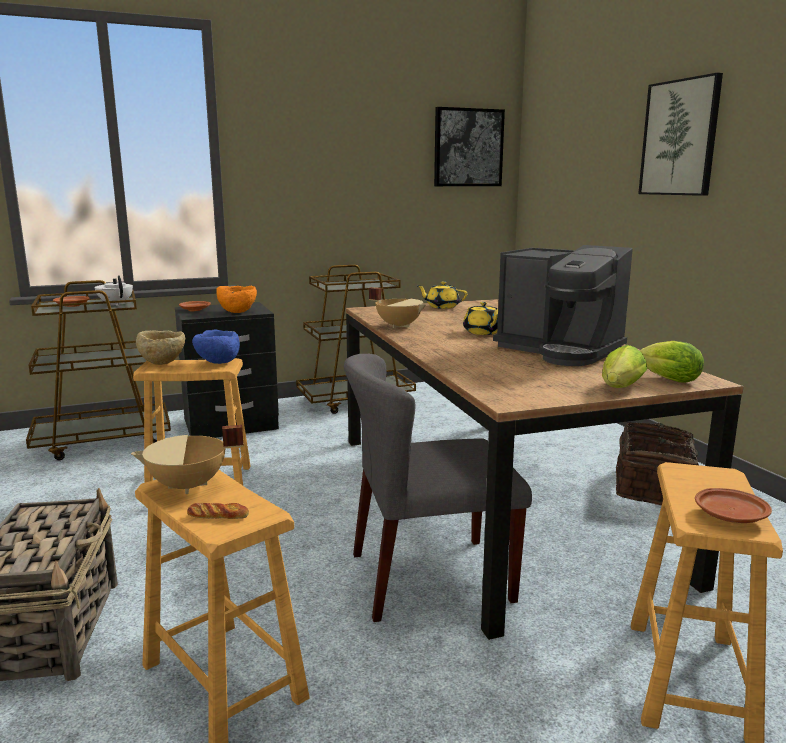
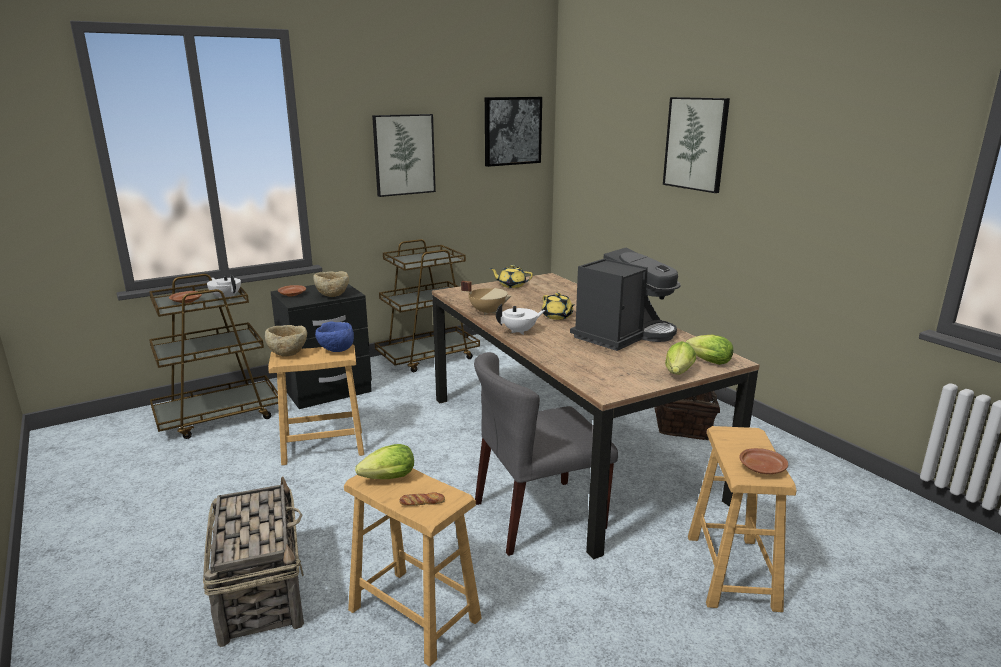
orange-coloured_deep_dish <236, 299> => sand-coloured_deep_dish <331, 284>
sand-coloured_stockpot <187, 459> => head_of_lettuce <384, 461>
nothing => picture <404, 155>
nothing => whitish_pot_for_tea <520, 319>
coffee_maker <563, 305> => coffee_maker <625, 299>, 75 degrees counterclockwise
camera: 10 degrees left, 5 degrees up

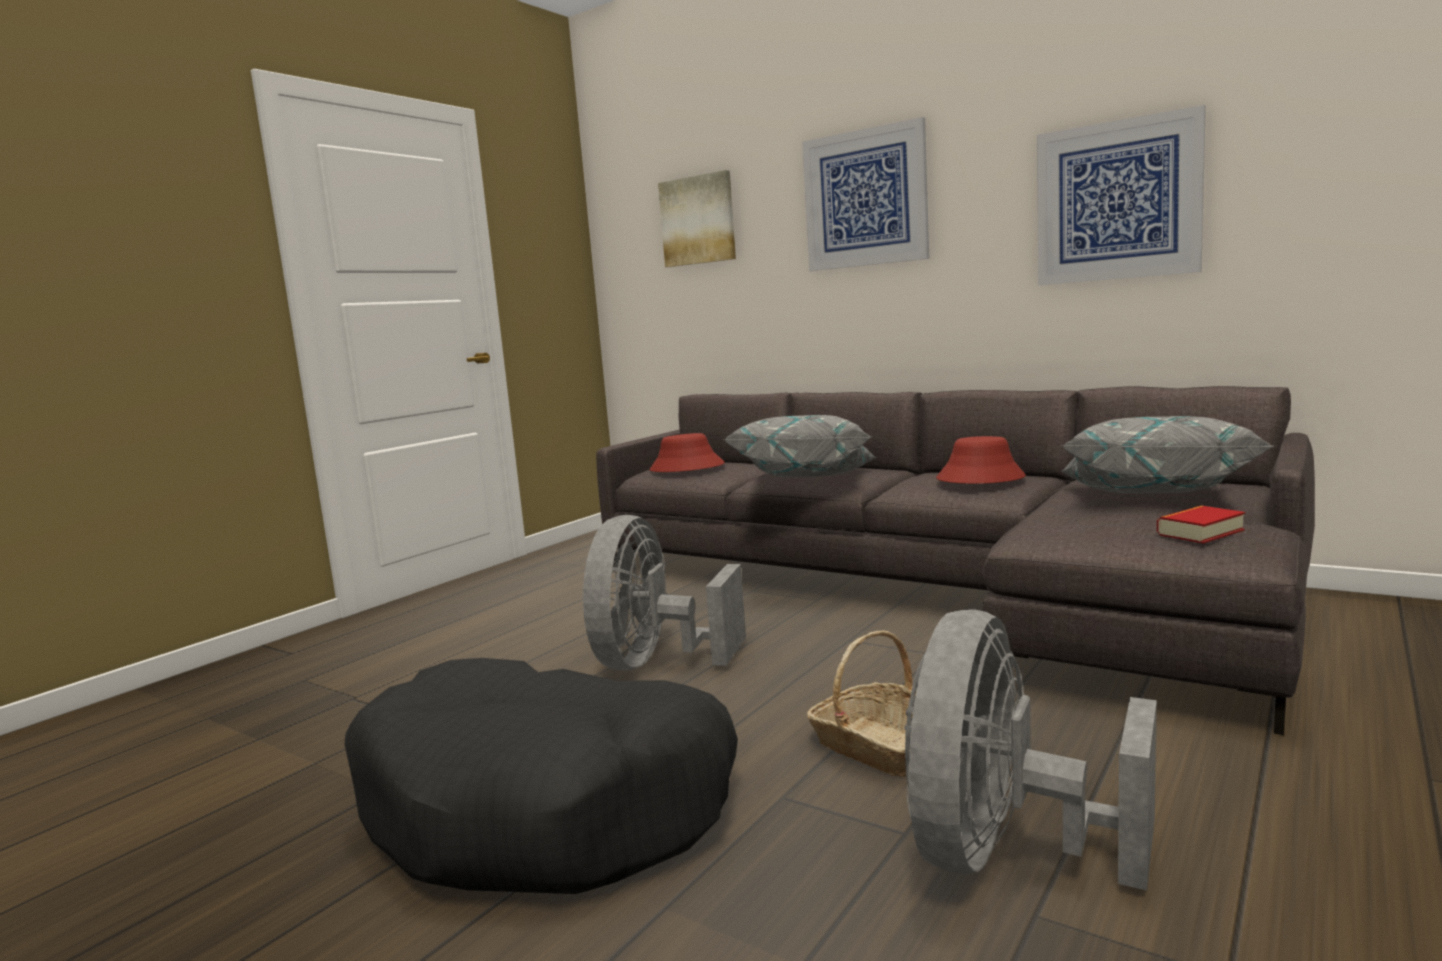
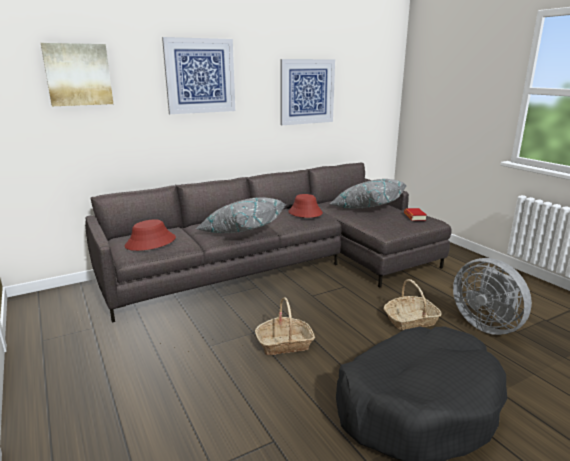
greyish_electric_fan <664, 593> => basket <285, 326>
camera: 65 degrees left, 10 degrees up

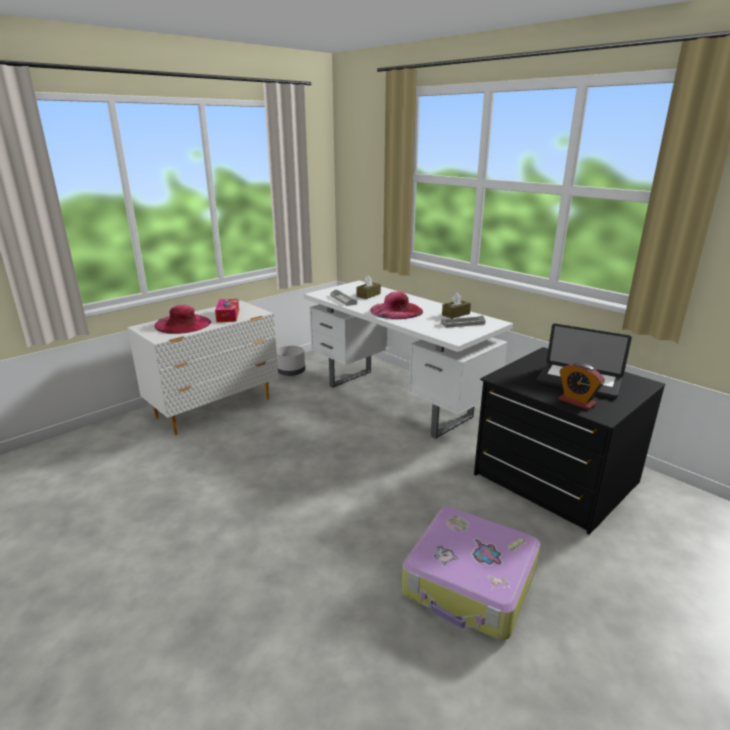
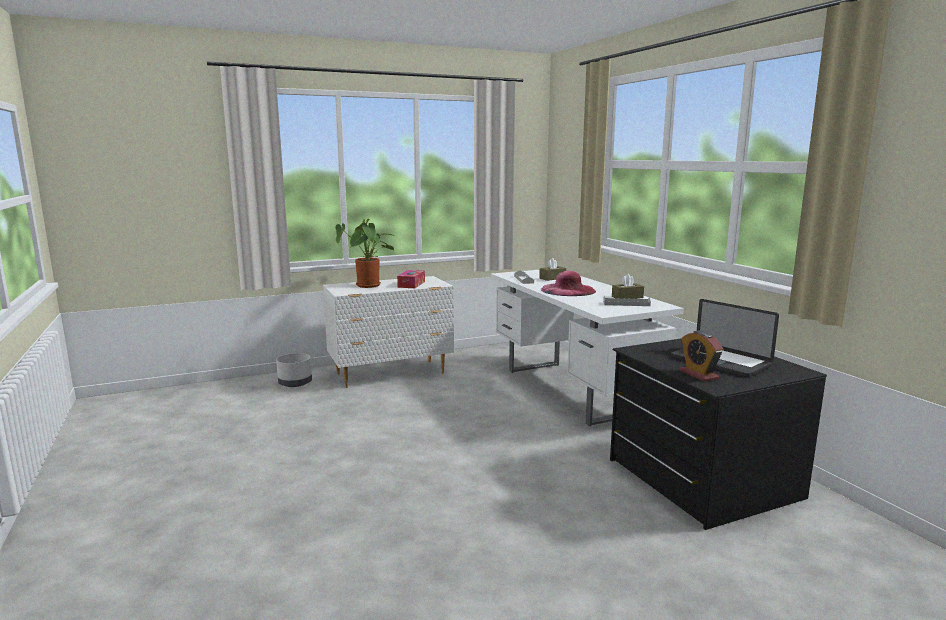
greyish_plant_pot <291, 361> => greyish_plant_pot <294, 370>, relocated
pink-coloured_hat <182, 319> => potted_plant <365, 253>
travel_case <471, 573> => nothing
camera: 20 degrees right, 10 degrees down

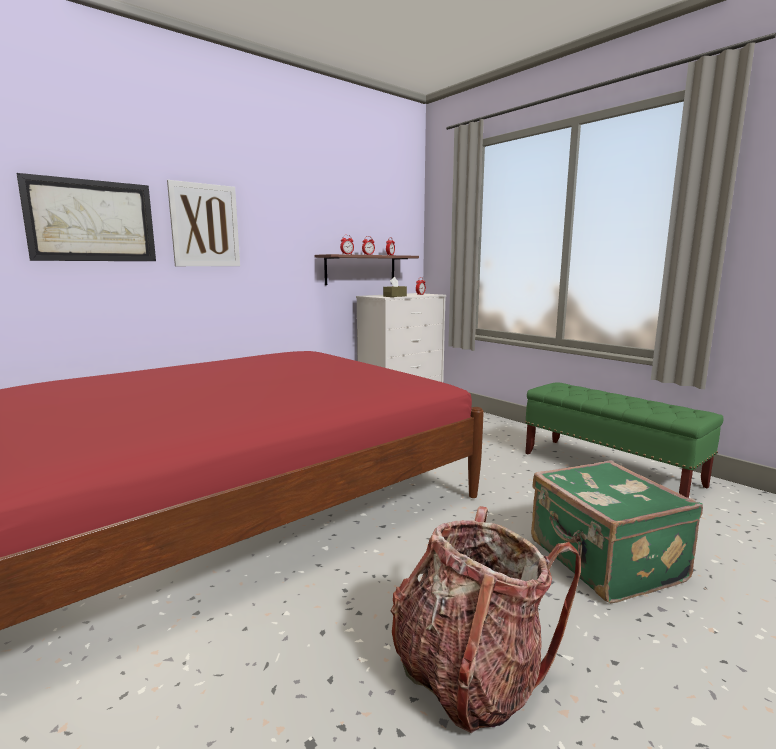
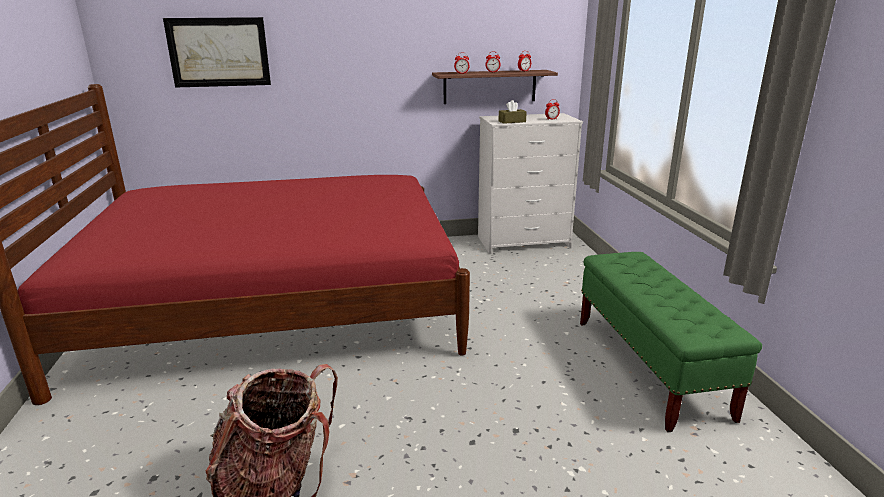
picture <203, 223> => nothing
green_travel_case <617, 531> => nothing
camera: 30 degrees right, 10 degrees up

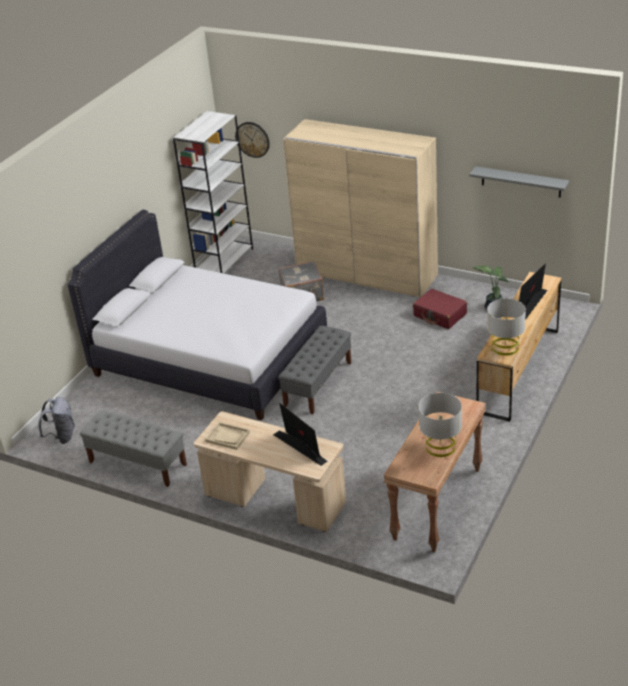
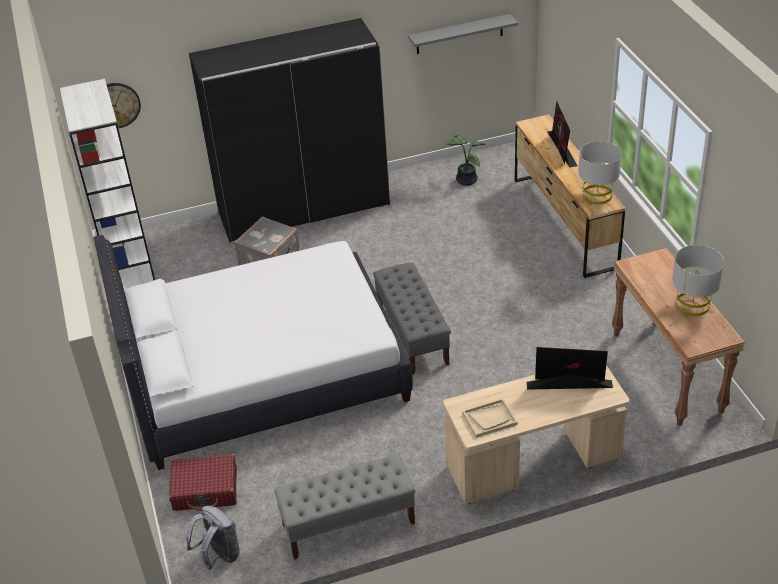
reddish_travel_case <440, 309> => reddish_travel_case <203, 482>, relocated
sand-coloured_wardrobe <360, 208> => black_wardrobe <289, 130>
camera: 45 degrees left, 5 degrees up

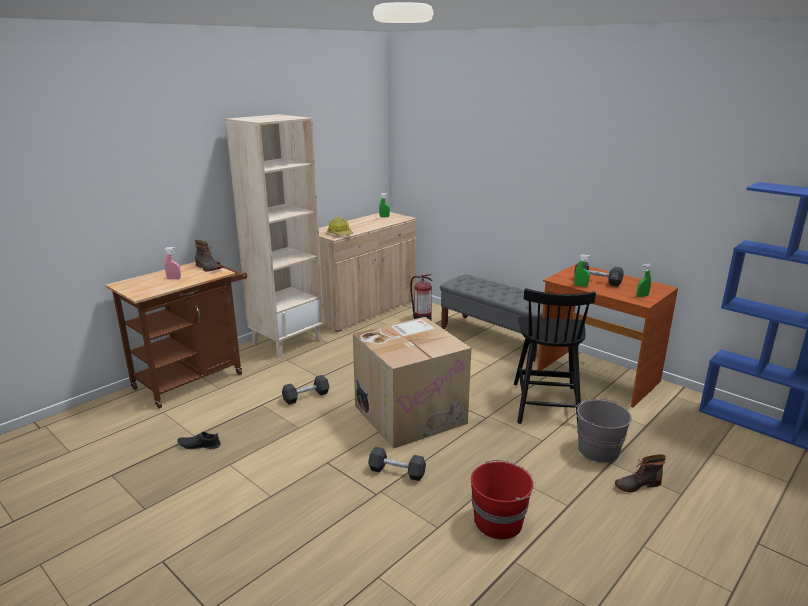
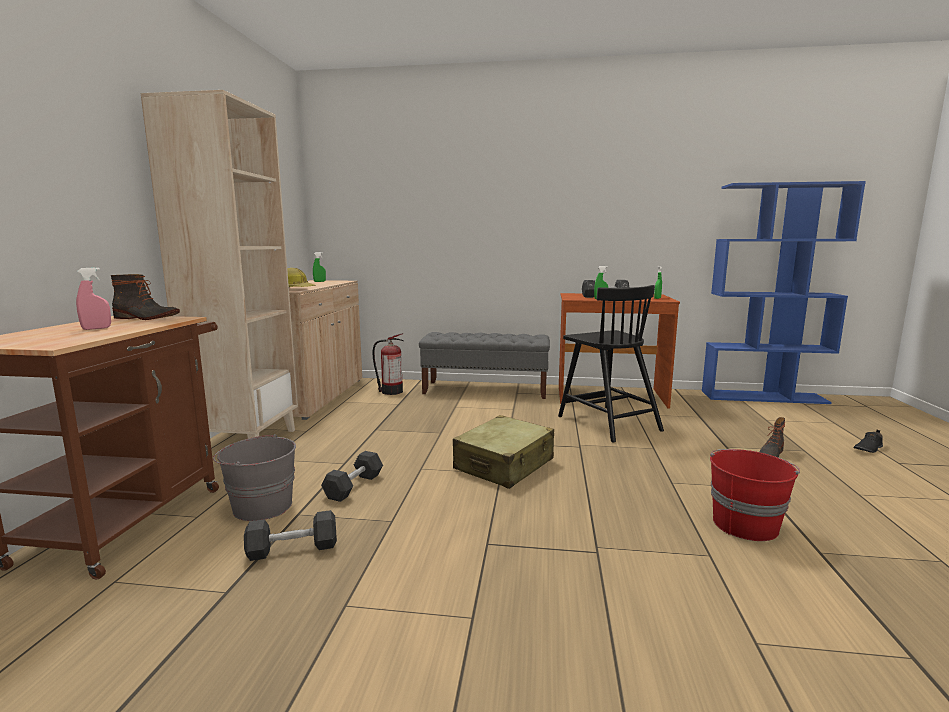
greyish_water_bucket <603, 431> => greyish_water_bucket <254, 477>, relocated
black_free_weight <397, 464> => black_free_weight <290, 535>, relocated
packing_box <412, 383> => sand-coloured_travel_case <503, 452>
black_low_shoe <199, 440> => black_low_shoe <868, 441>, relocated
camera: 35 degrees left, 10 degrees down

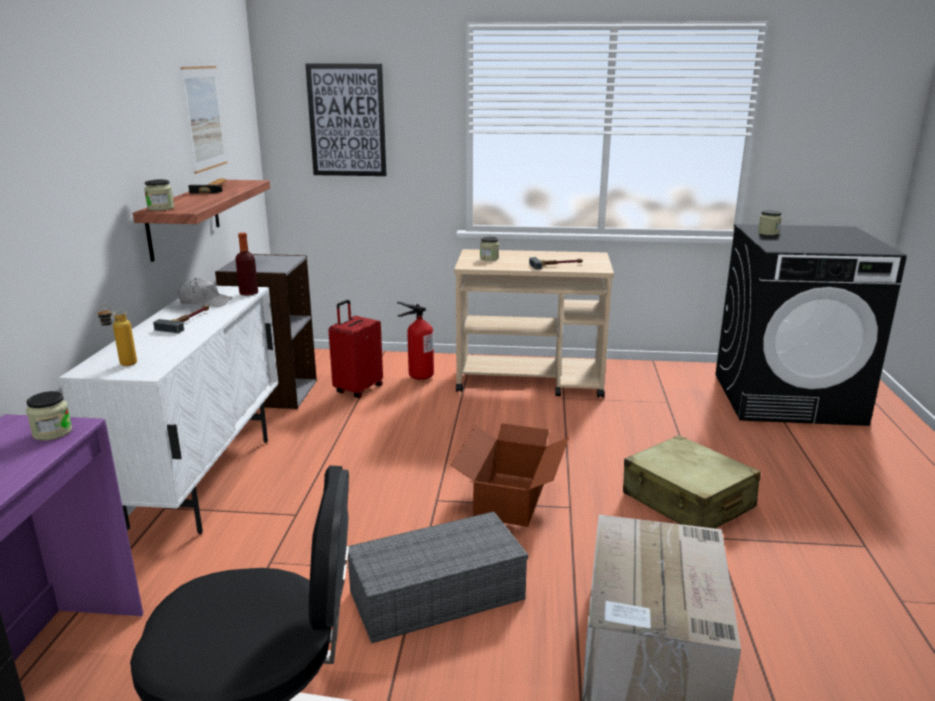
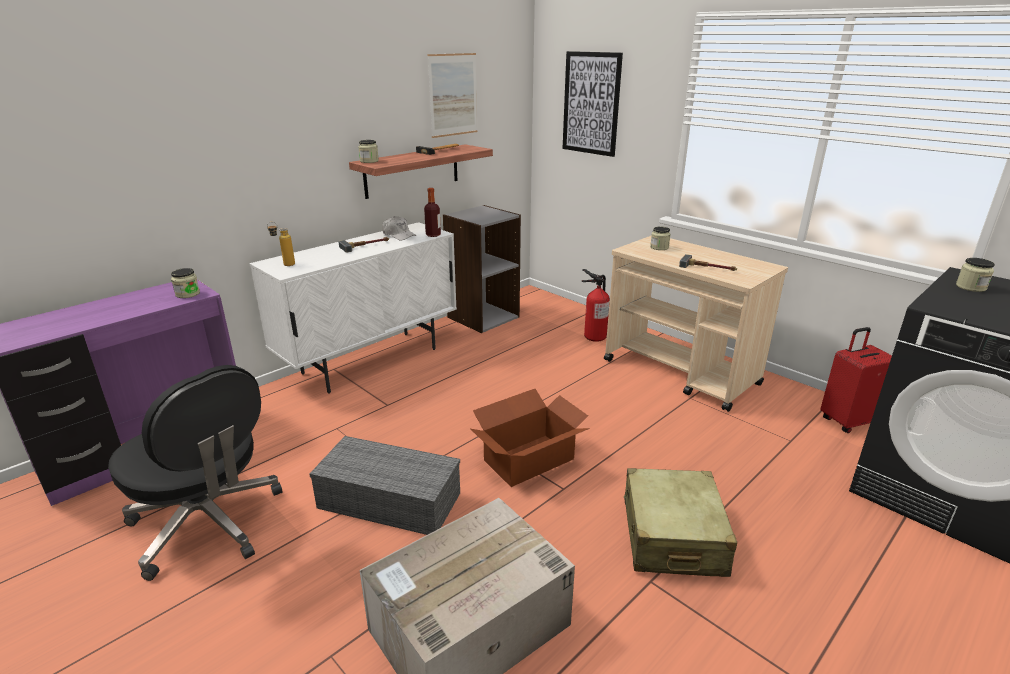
reddish_travel_case <355, 349> => reddish_travel_case <856, 380>, relocated
camera: 40 degrees right, 5 degrees up

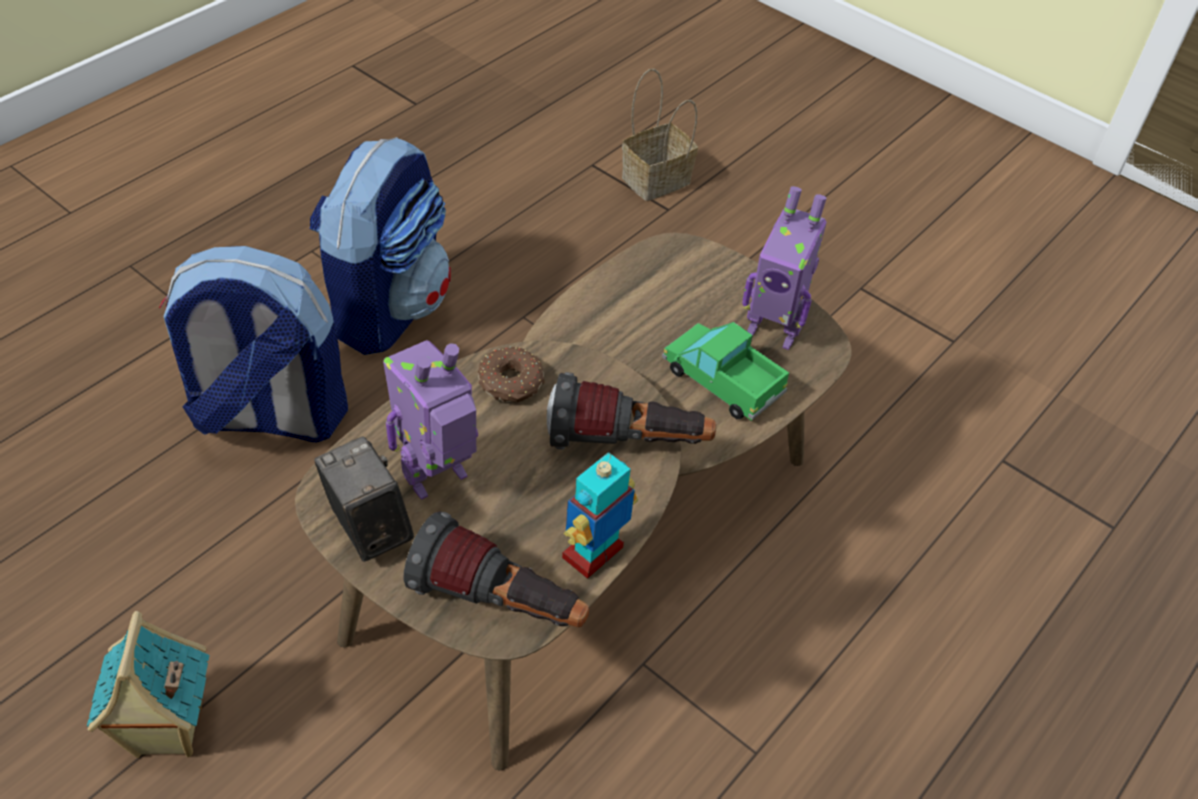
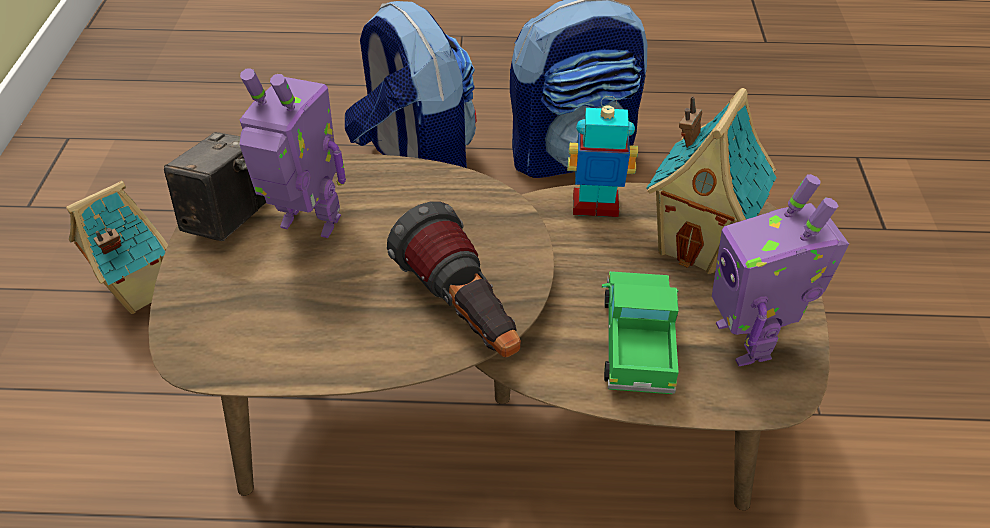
model_robot <600, 515> => model_robot <602, 156>, relocated
nothing => miniature_house <712, 181>
hand_torch <496, 569> => nothing
doughnut <511, 374> => nothing
basket <660, 135> => nothing
camera: 55 degrees right, 0 degrees up

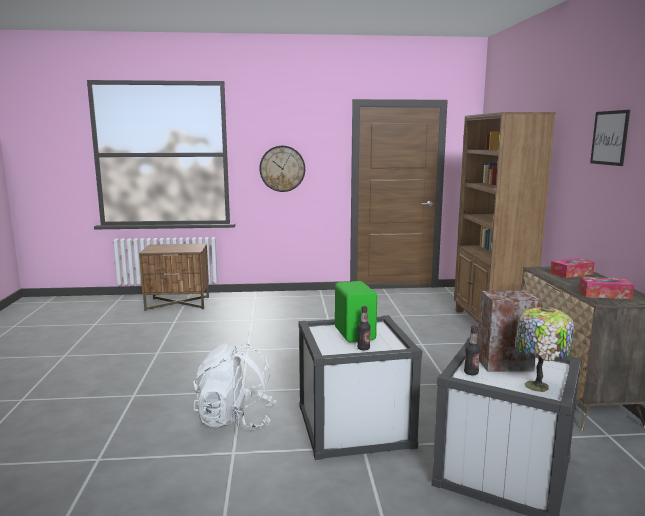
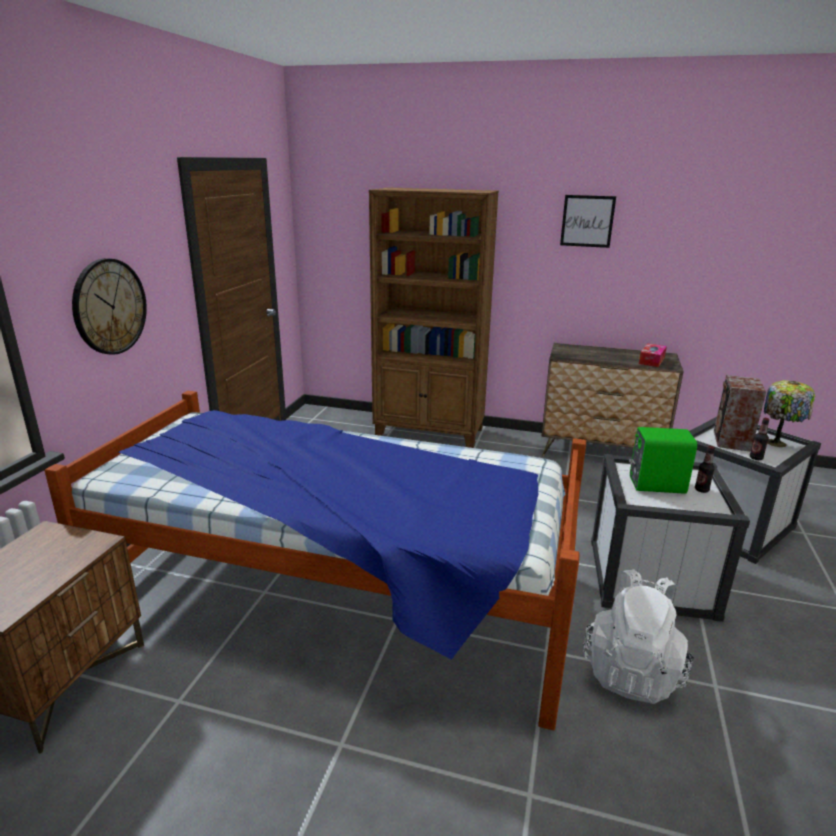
nothing => sleeping_bed <315, 560>
tissue_box <572, 268> => nothing
camera: 70 degrees left, 10 degrees up

